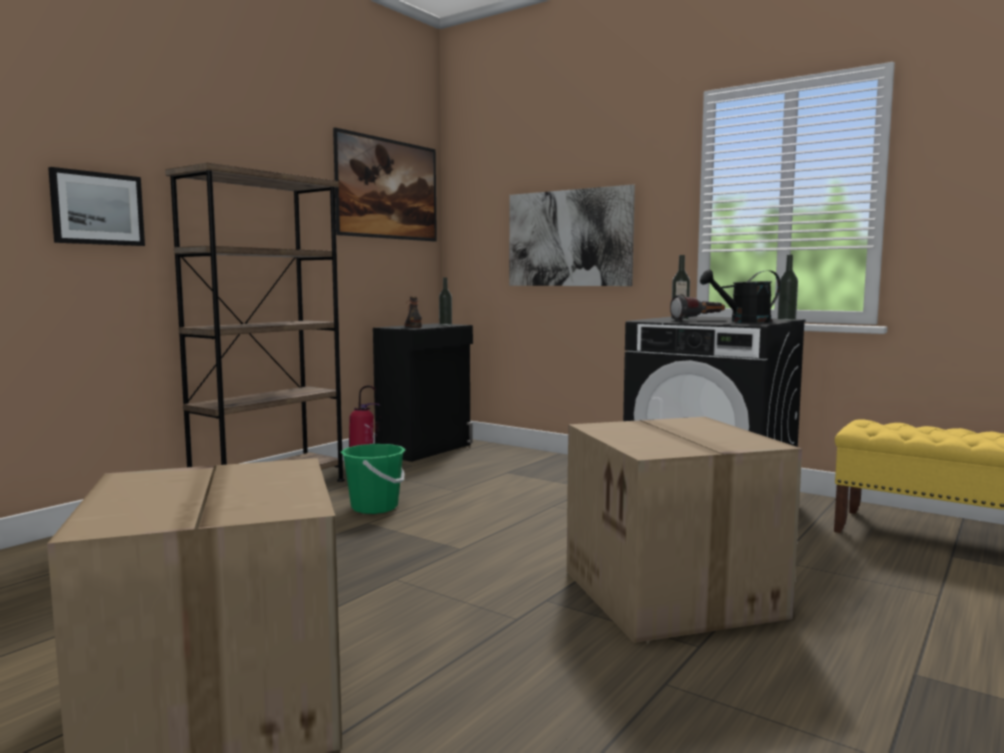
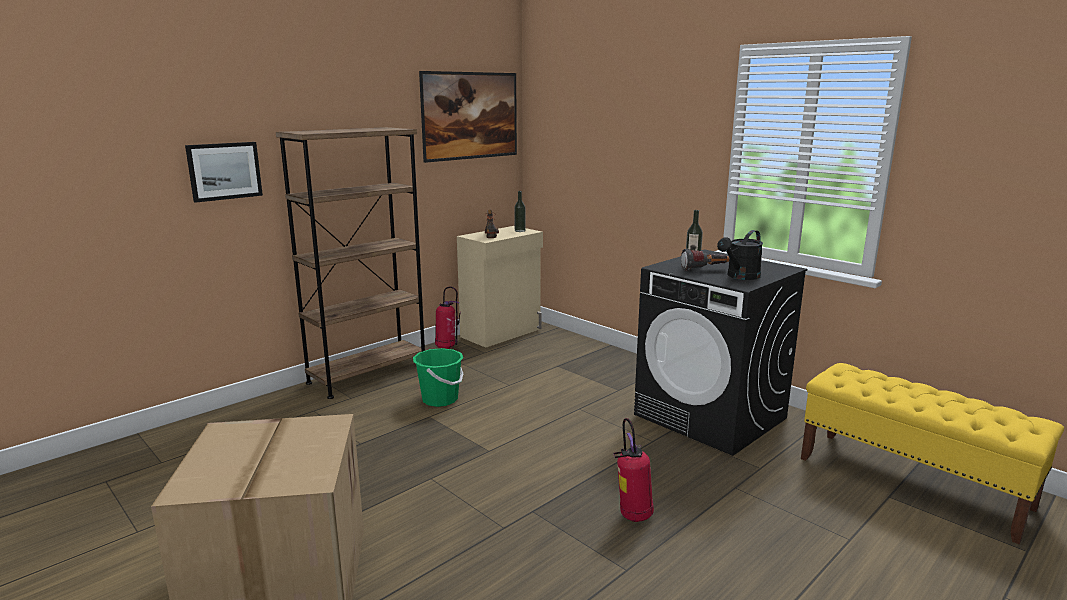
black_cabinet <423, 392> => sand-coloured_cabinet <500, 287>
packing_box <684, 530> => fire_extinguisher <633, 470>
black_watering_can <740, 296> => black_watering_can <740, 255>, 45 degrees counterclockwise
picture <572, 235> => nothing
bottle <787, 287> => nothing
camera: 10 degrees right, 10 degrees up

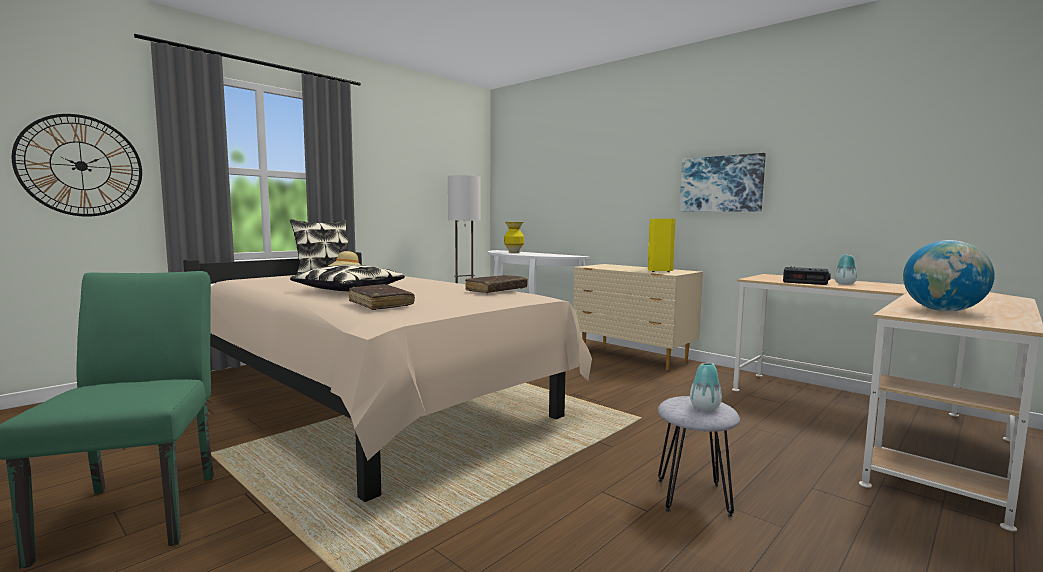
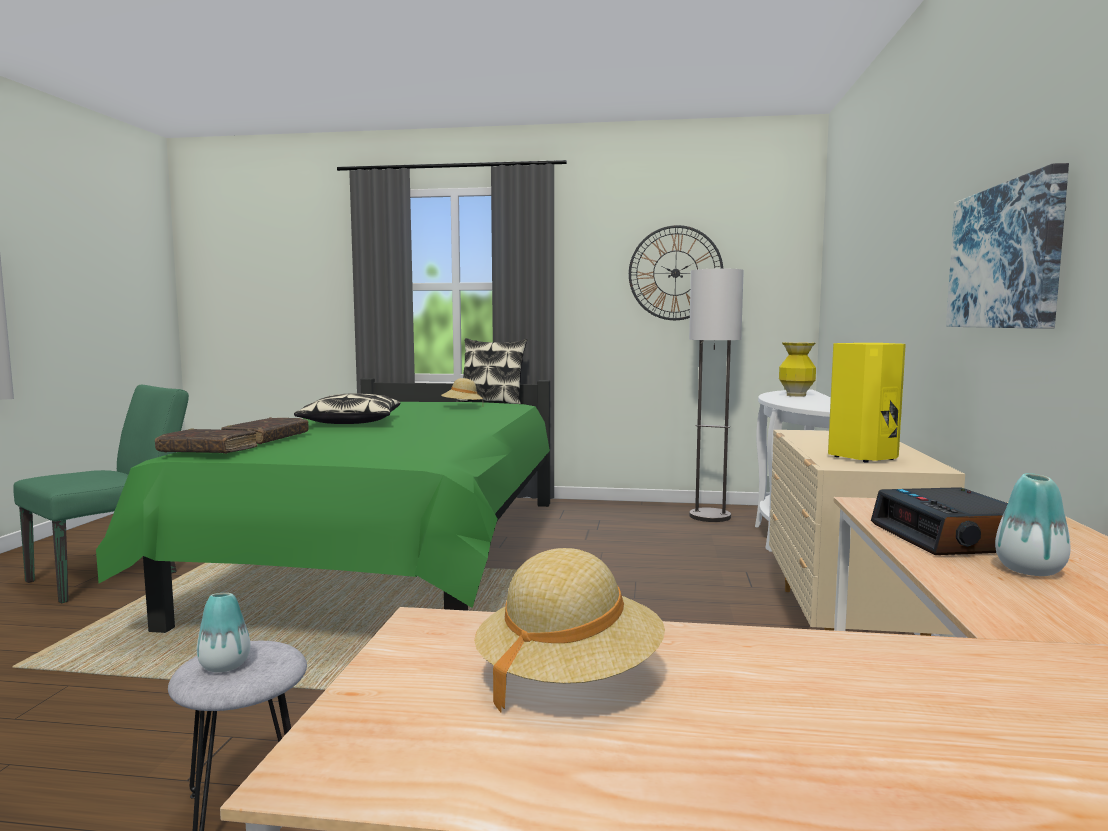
sand-coloured_sleeping_bed <387, 377> => green_sleeping_bed <323, 505>
brown_volume <496, 284> => brown_volume <206, 441>, relocated
world_globe <949, 276> => sand-coloured_hat <569, 630>
hanging_clock <77, 165> => hanging_clock <676, 272>, relocated
camera: 55 degrees right, 0 degrees up

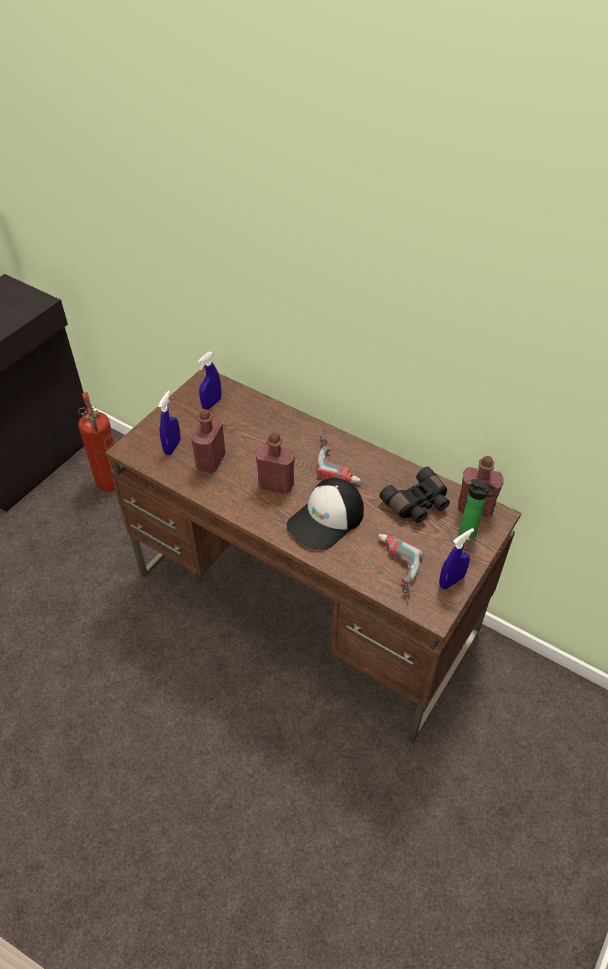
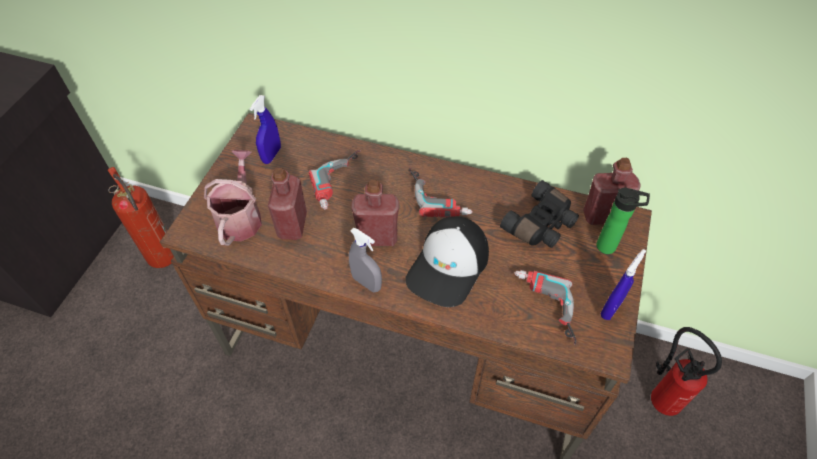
blue_sprayer <169, 423> => watering_can <233, 198>
nothing => drill <335, 180>
nothing => greyish_sprayer <365, 260>
nothing => fire_extinguisher <686, 371>
camera: 15 degrees left, 5 degrees up

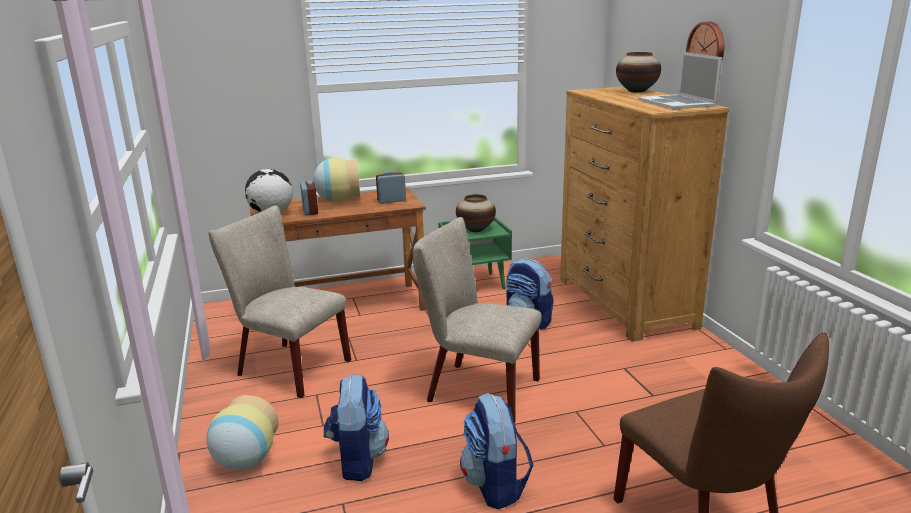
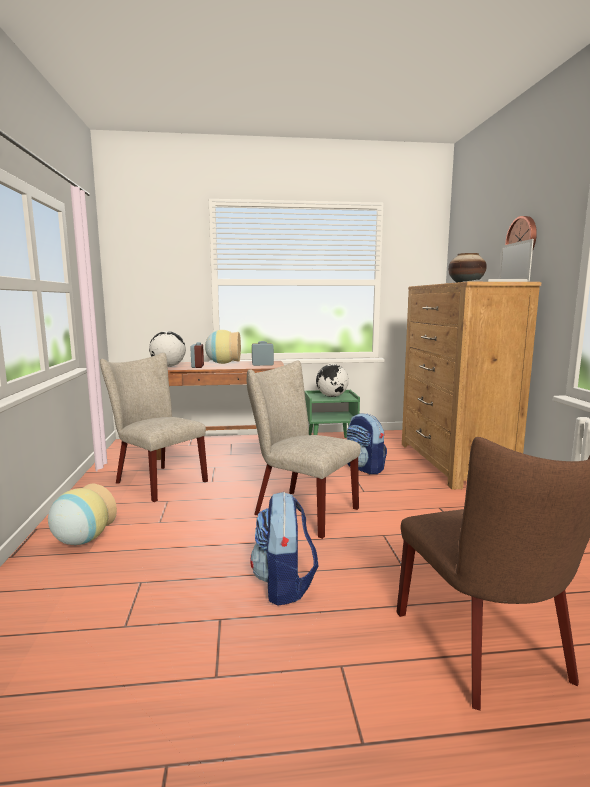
flower_vase <476, 213> => world_globe <332, 380>
rucksack <356, 427> => nothing
camera: 10 degrees right, 10 degrees down

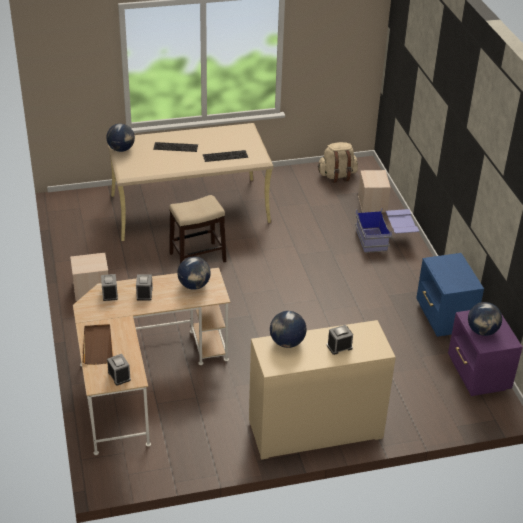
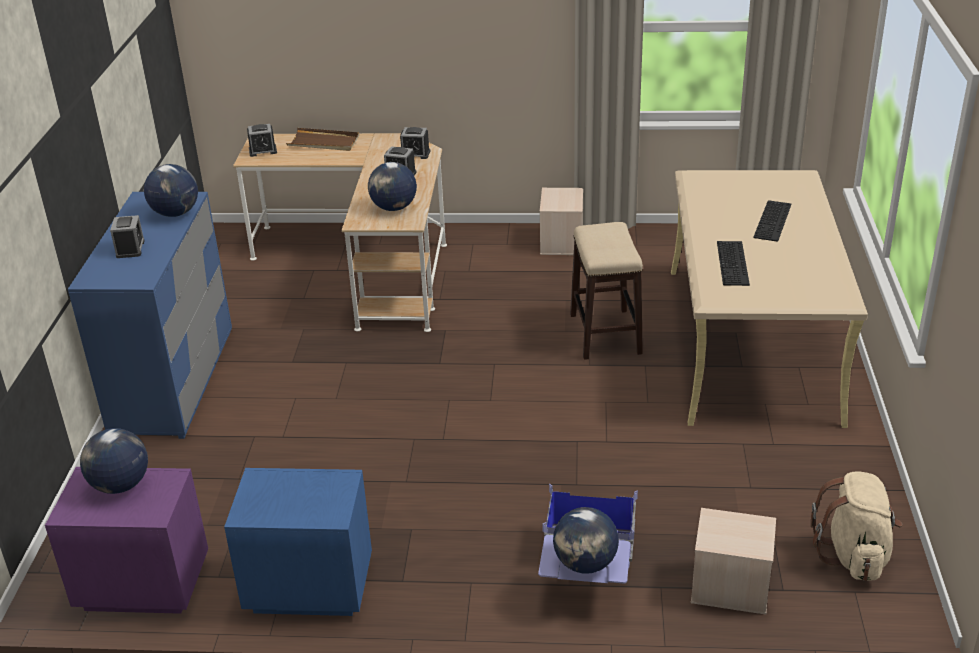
sand-coloured_dresser <322, 390> => blue_dresser <150, 315>
world_globe <120, 138> => world_globe <586, 540>, relocated
camera: 110 degrees right, 5 degrees down

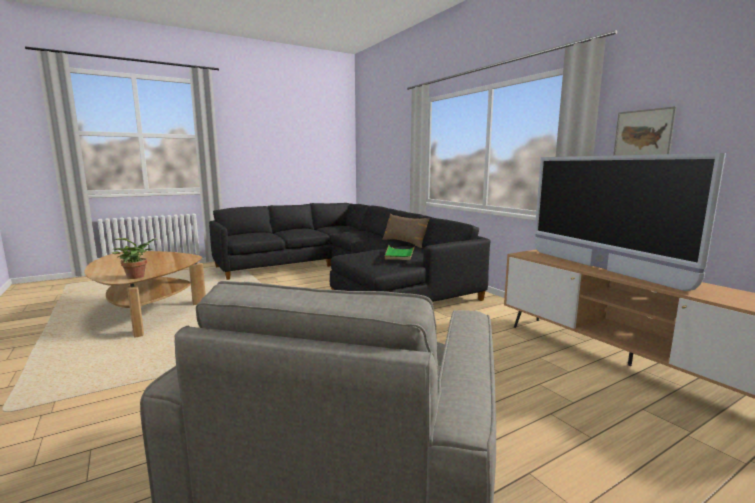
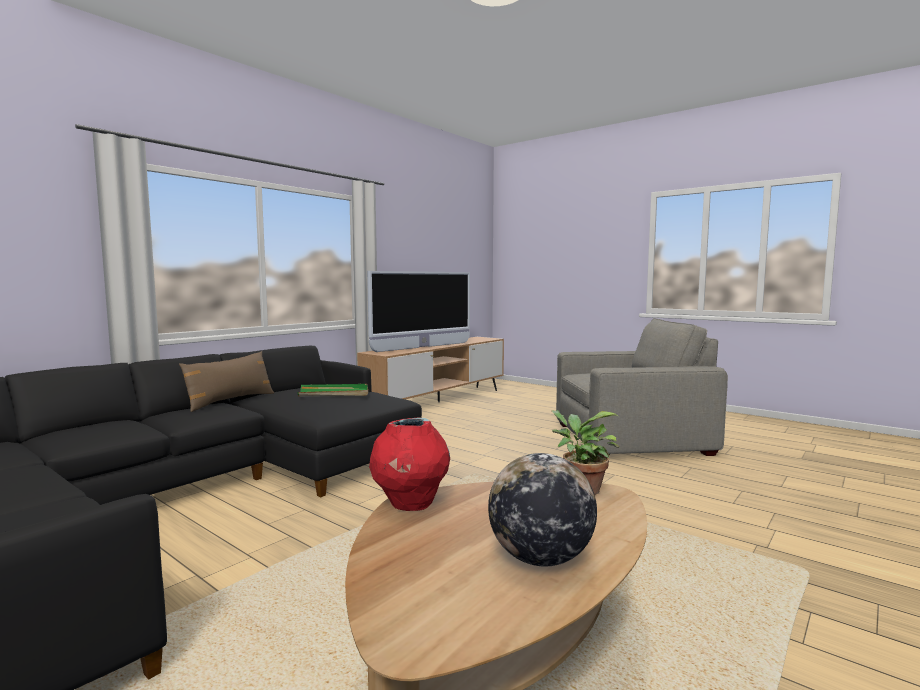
nothing => reddish_flower_vase <409, 464>
nothing => world_globe <542, 509>
picture <645, 131> => nothing
camera: 110 degrees left, 5 degrees down

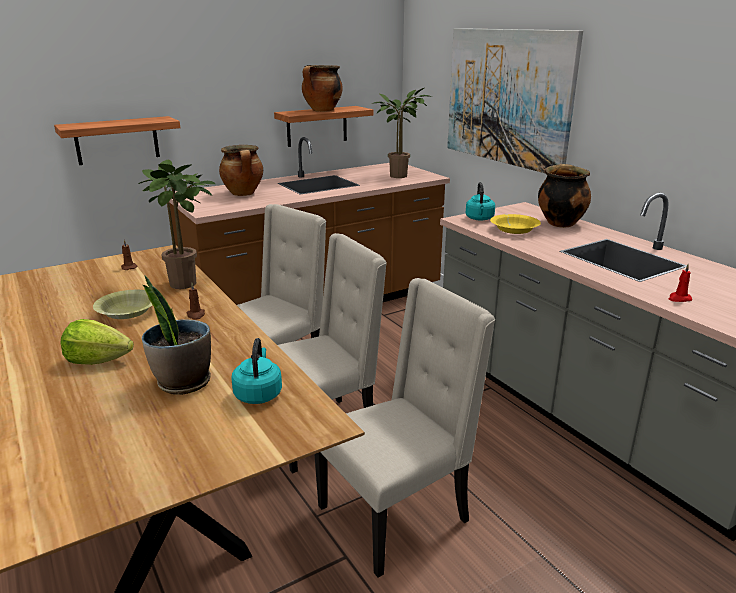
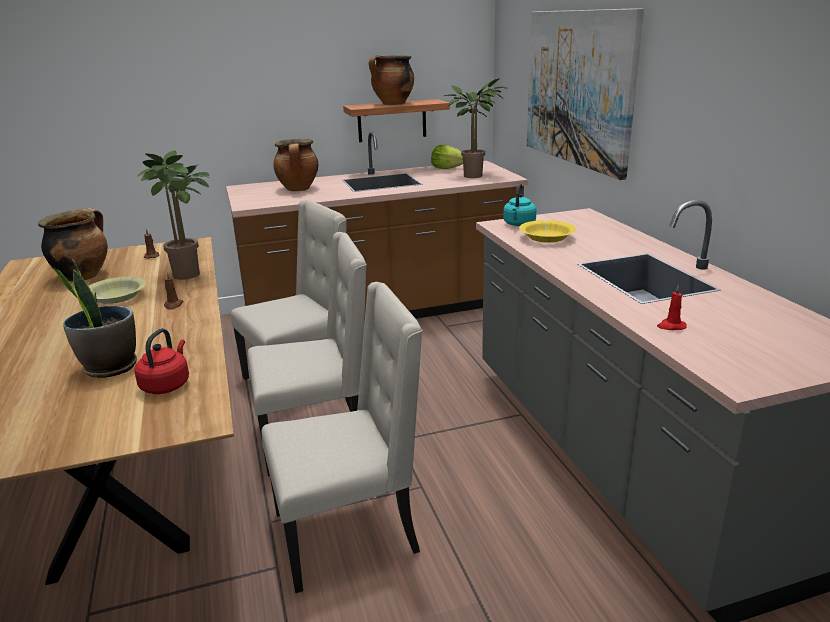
stockpot <564, 196> => stockpot <73, 245>, relocated
blue-green_tea_kettle <257, 371> => reddish_tea_kettle <161, 361>
head_of_lettuce <97, 342> => head_of_lettuce <447, 157>, relocated
wall_shelf <117, 140> => nothing
camera: 15 degrees right, 0 degrees up

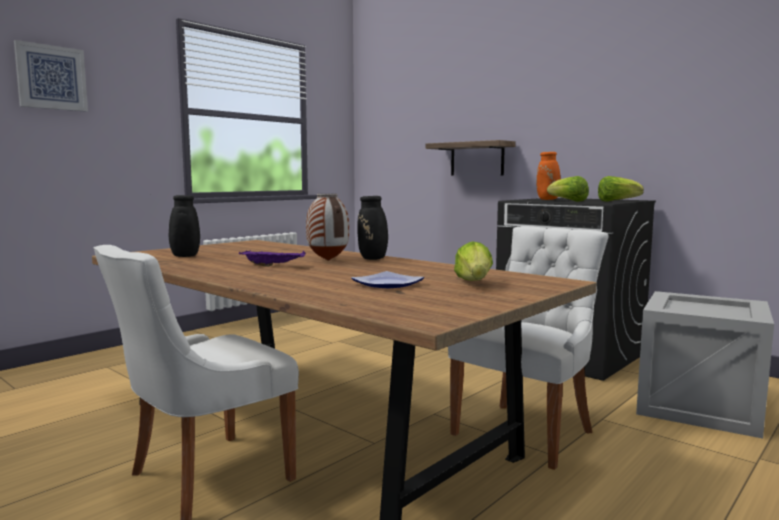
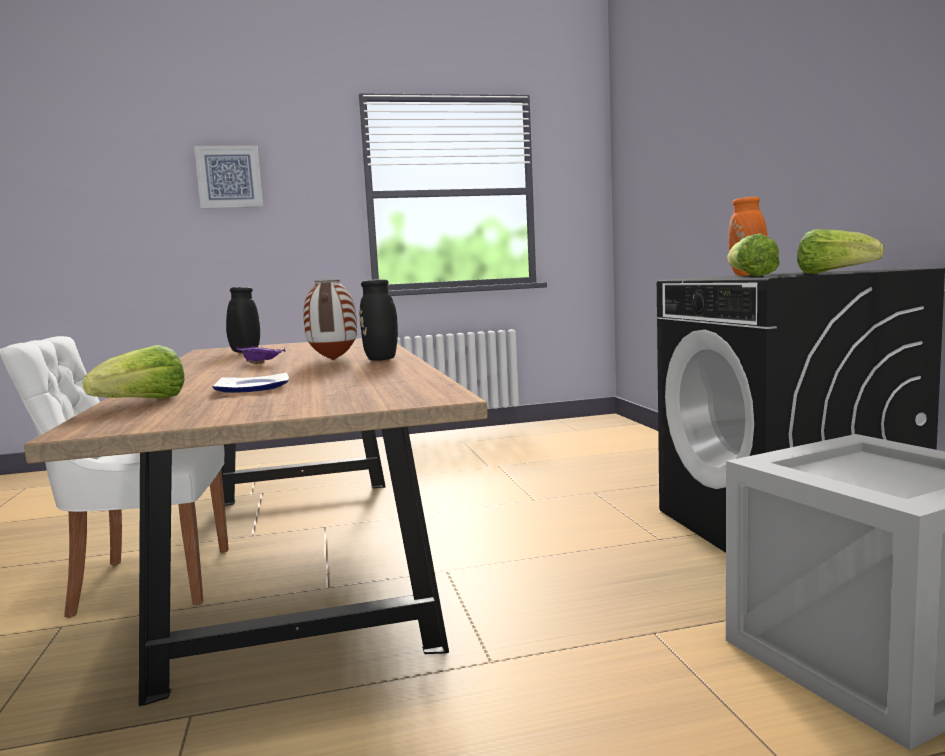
head_of_lettuce <473, 261> => head_of_lettuce <134, 372>, relocated
wall_shelf <470, 158> => nothing
whitish_plain_chair <528, 348> => nothing
camera: 35 degrees right, 0 degrees up

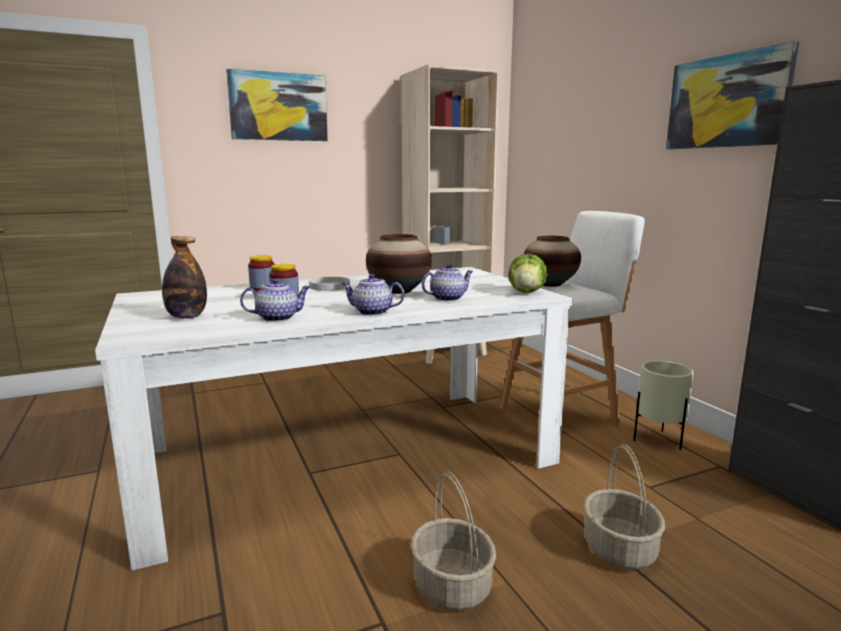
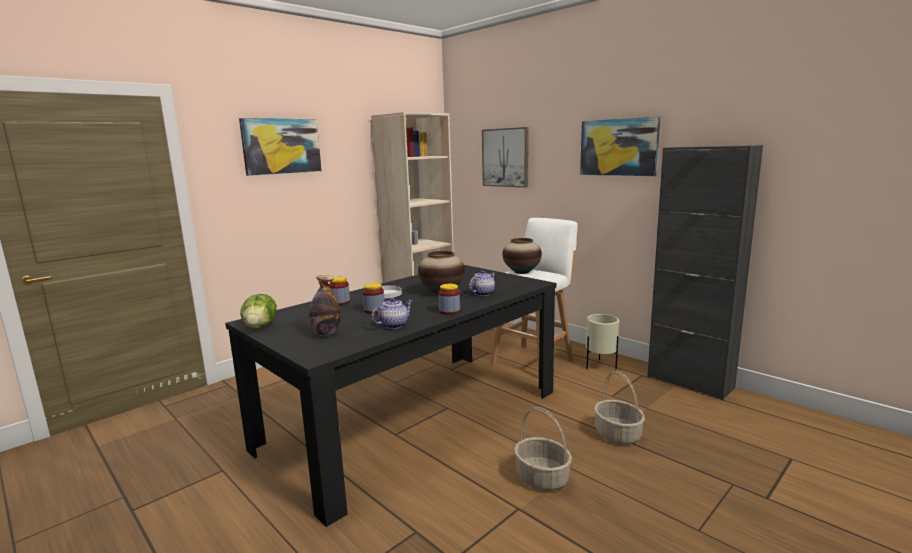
whitish_dinner_table <334, 419> => black_dinner_table <390, 396>
head_of_lettuce <528, 273> => head_of_lettuce <258, 311>, relocated
pot_for_tea <373, 294> => preserve_jar <449, 299>
nothing => picture <505, 157>
camera: 20 degrees left, 0 degrees up

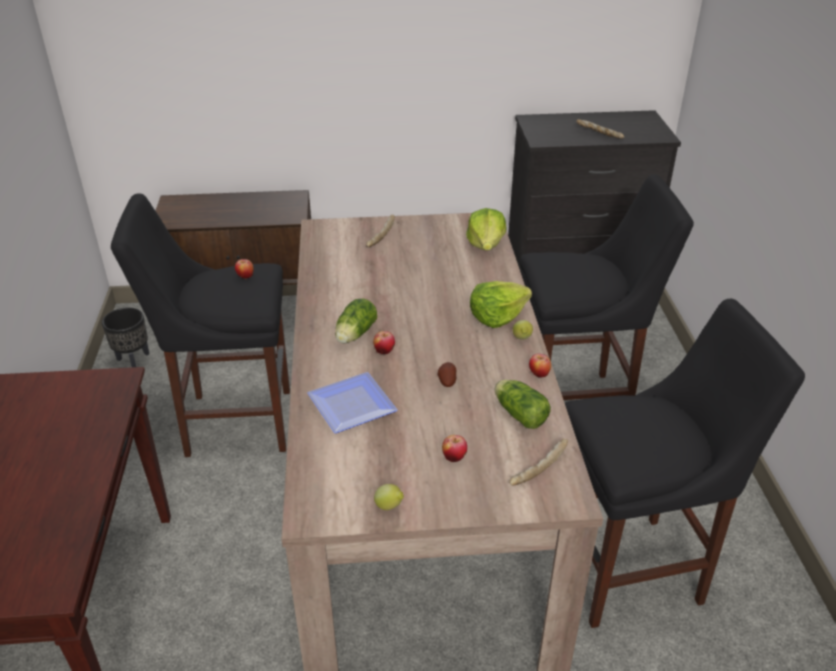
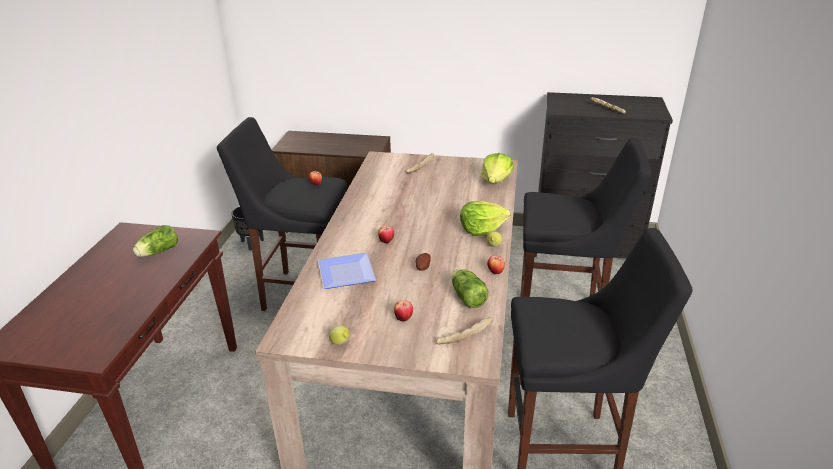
head_of_lettuce <356, 321> => head_of_lettuce <155, 241>, relocated
camera: 15 degrees right, 5 degrees down

